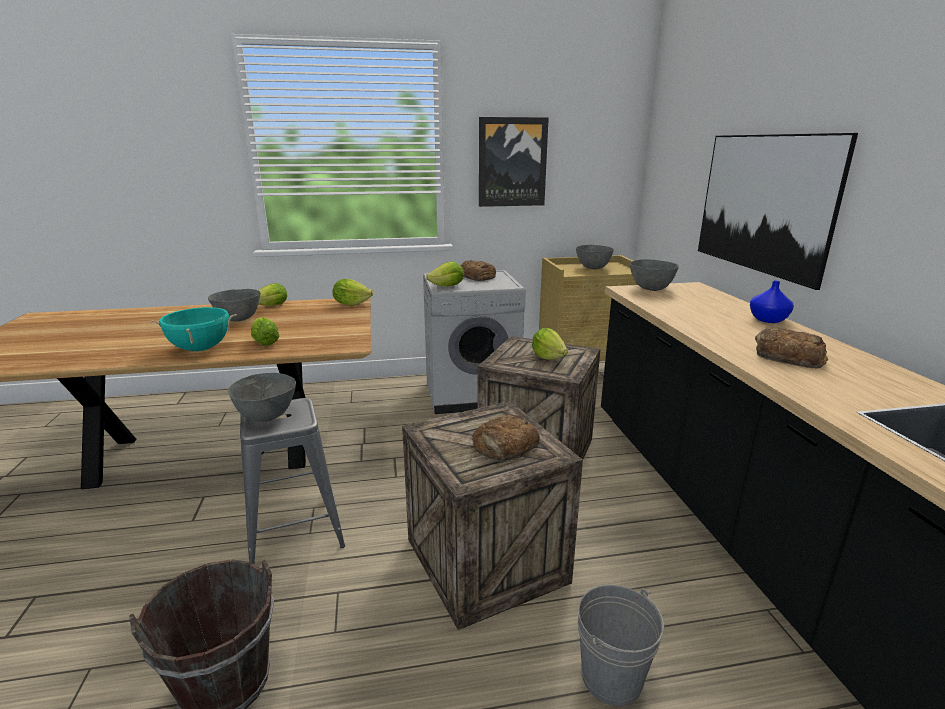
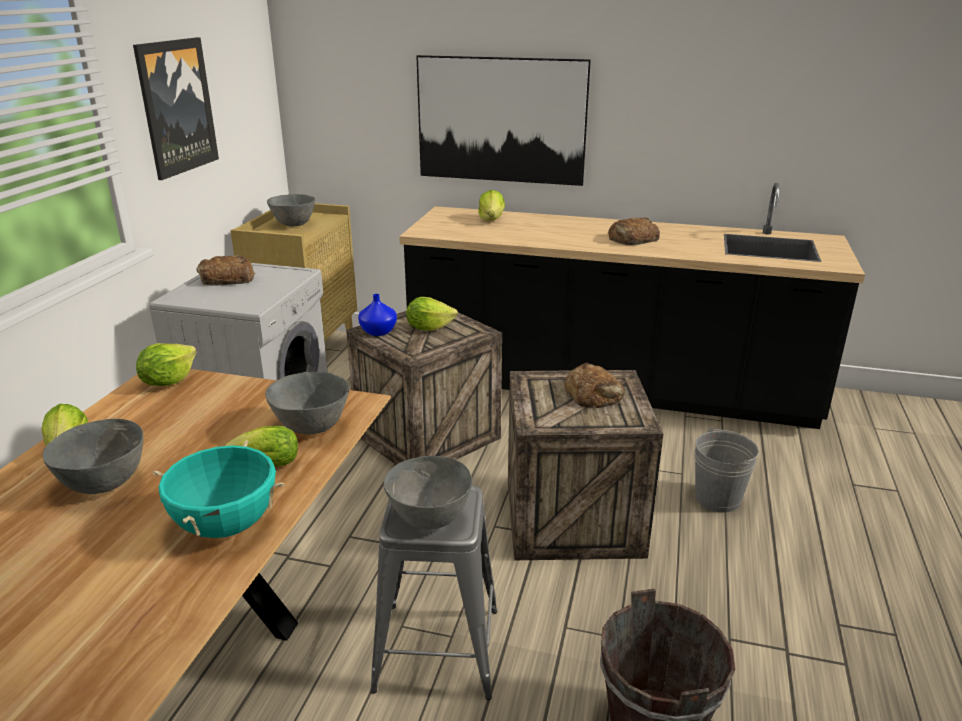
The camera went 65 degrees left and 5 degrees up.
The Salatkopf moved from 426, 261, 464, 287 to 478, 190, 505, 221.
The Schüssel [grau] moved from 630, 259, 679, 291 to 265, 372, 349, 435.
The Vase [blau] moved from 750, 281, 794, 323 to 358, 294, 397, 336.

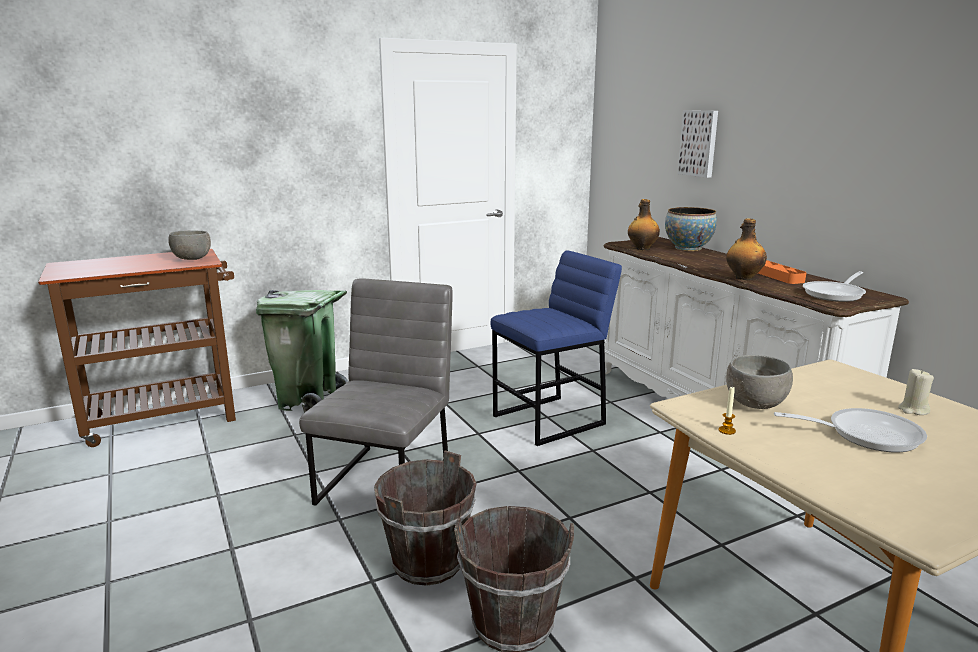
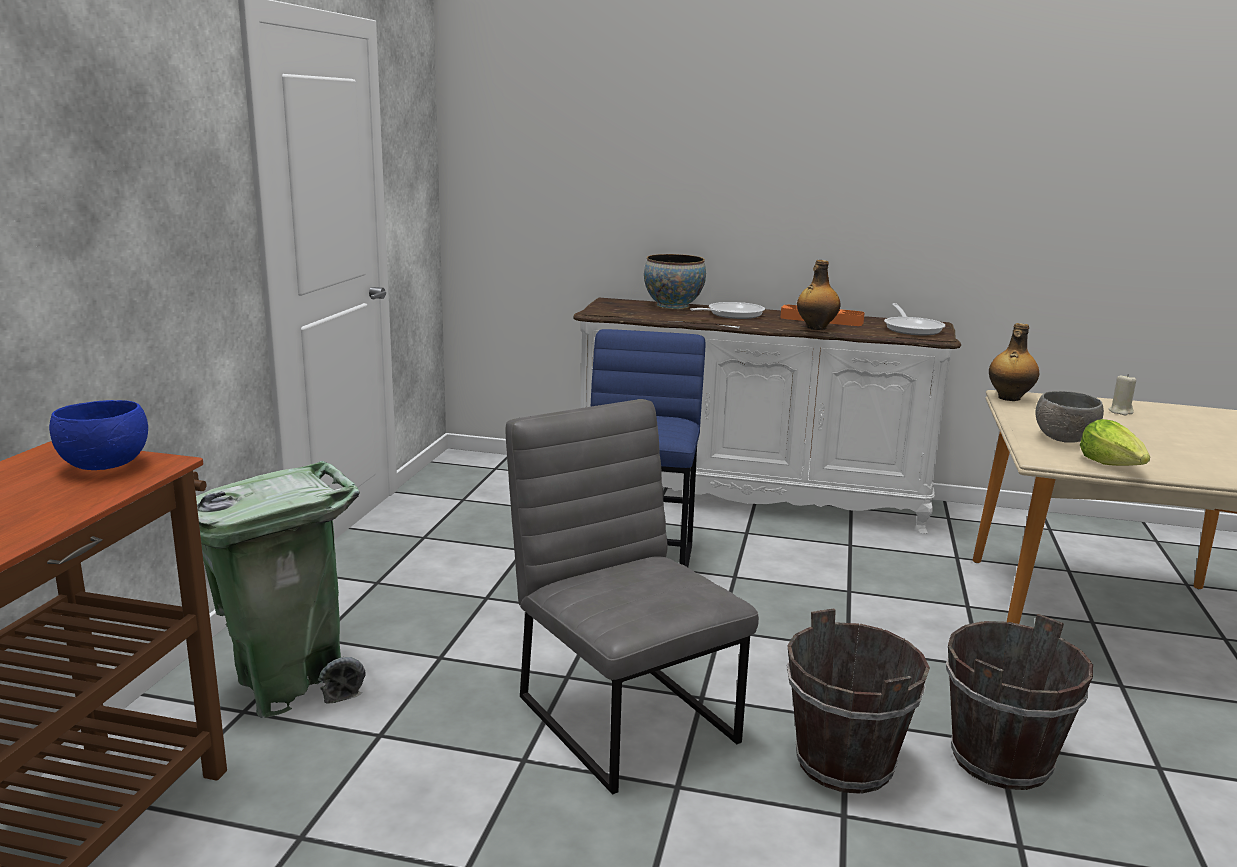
The camera went 50 degrees left and 0 degrees up.
The Bild at 678, 110, 718, 178 disappeared.
The Flasche moved from 628, 199, 660, 250 to 989, 323, 1040, 401.
The Pfanne moved from 774, 408, 927, 452 to 690, 302, 765, 319.
The Kerze at 719, 386, 736, 435 was replaced by the Salatkopf at 1080, 419, 1150, 466.
The Schüssel [grau] at 168, 230, 211, 260 became the Schüssel [blau] at 49, 400, 148, 470.

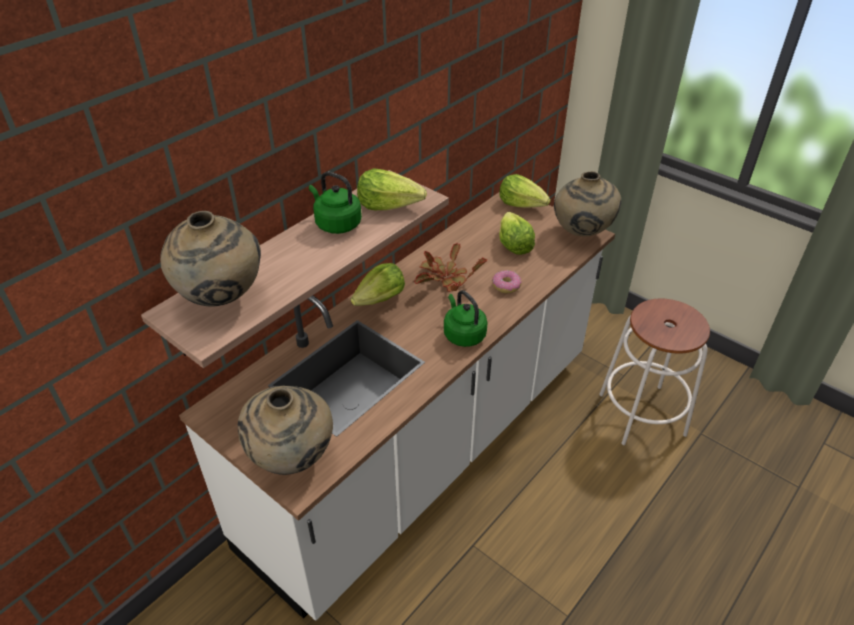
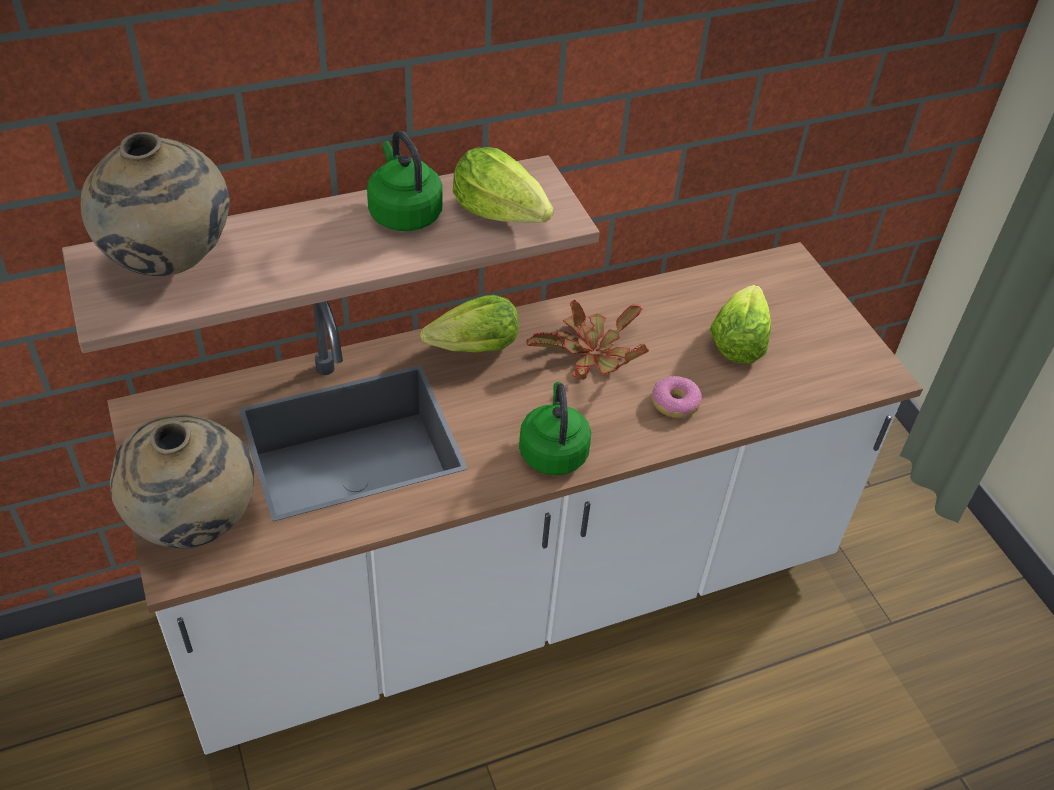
The camera went 25 degrees right and 5 degrees up.
The Salatkopf at 499, 174, 551, 208 disappeared.
The Vase [beige] at 554, 171, 621, 237 disappeared.
The Hocker [weiß] at 599, 299, 710, 445 disappeared.

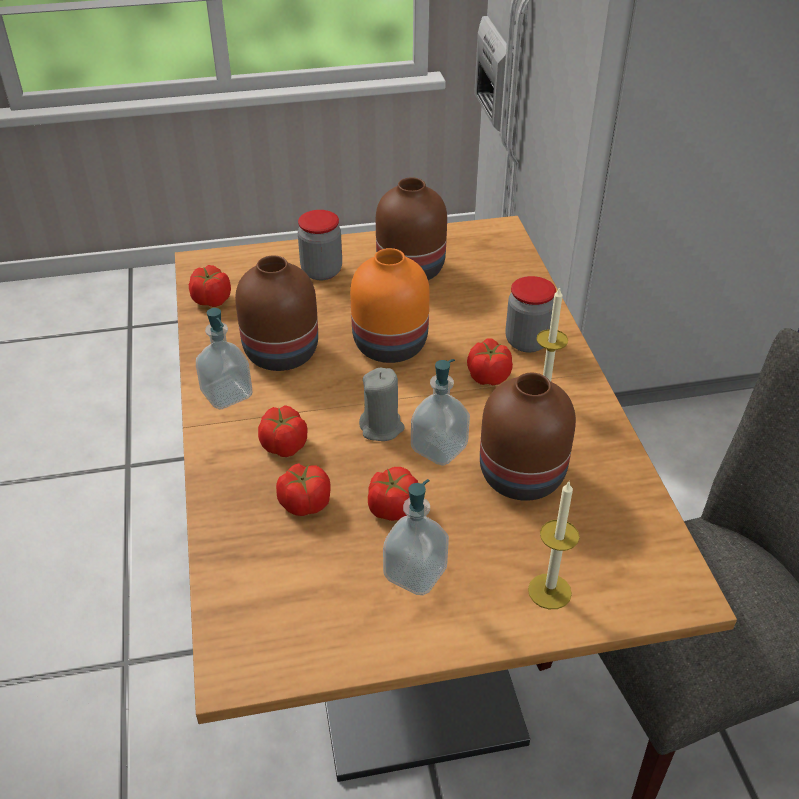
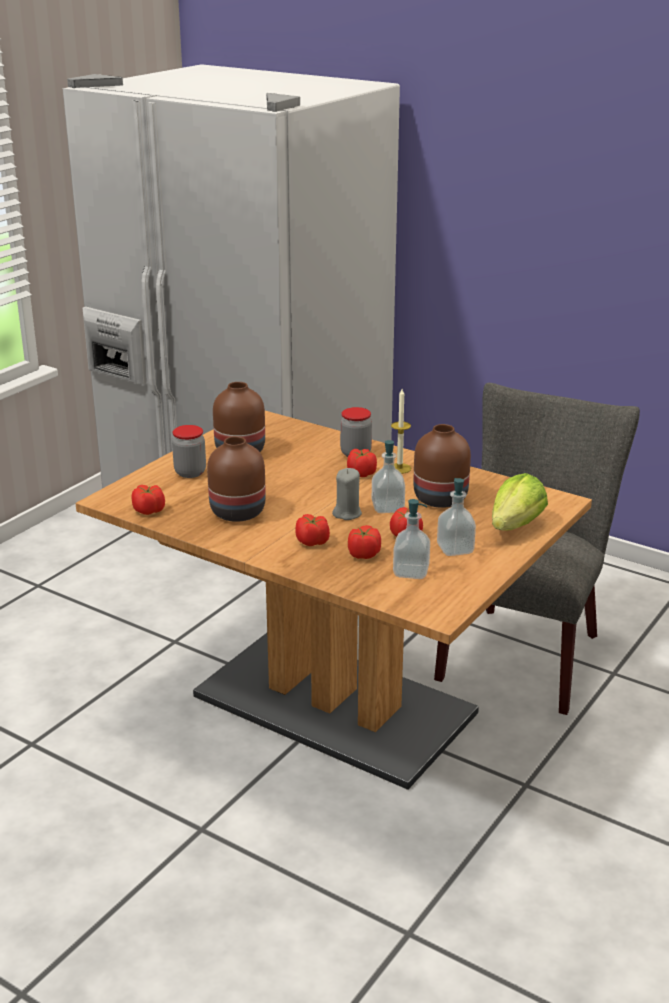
The camera went 45 degrees left and 15 degrees down.
The Vase [orange] at 350, 248, 430, 363 disappeared.
The Seifenspender moved from 196, 308, 252, 410 to 393, 499, 430, 579.
The Kerze at 528, 482, 579, 609 was replaced by the Salatkopf at 492, 473, 548, 531.

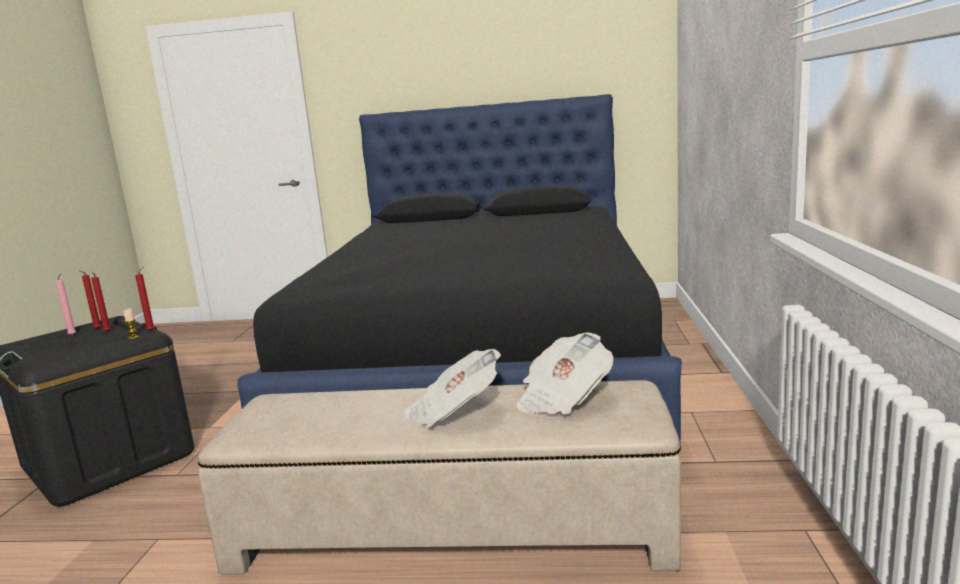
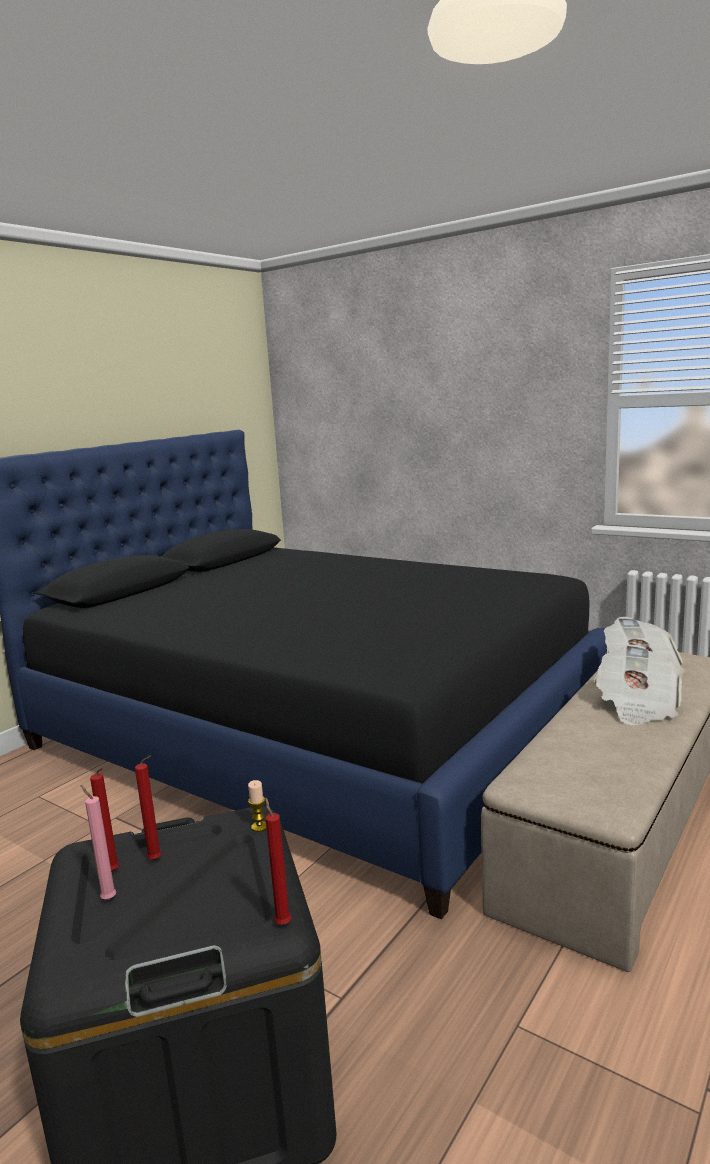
The camera went 60 degrees left and 0 degrees up.
The Kerze [rot] moved from 135, 267, 155, 331 to 265, 797, 291, 925.

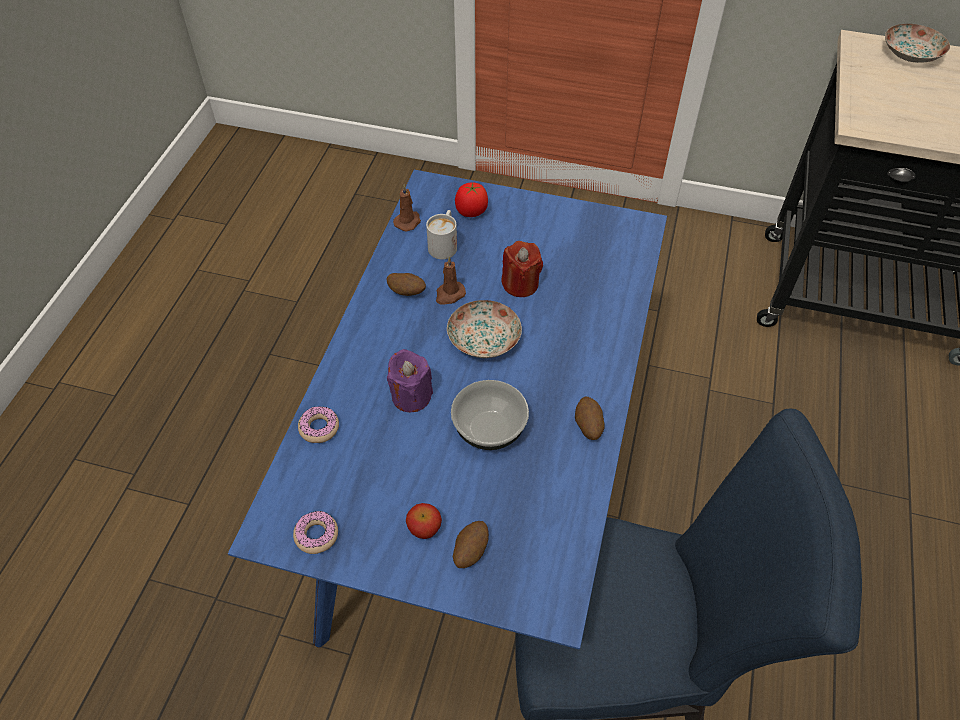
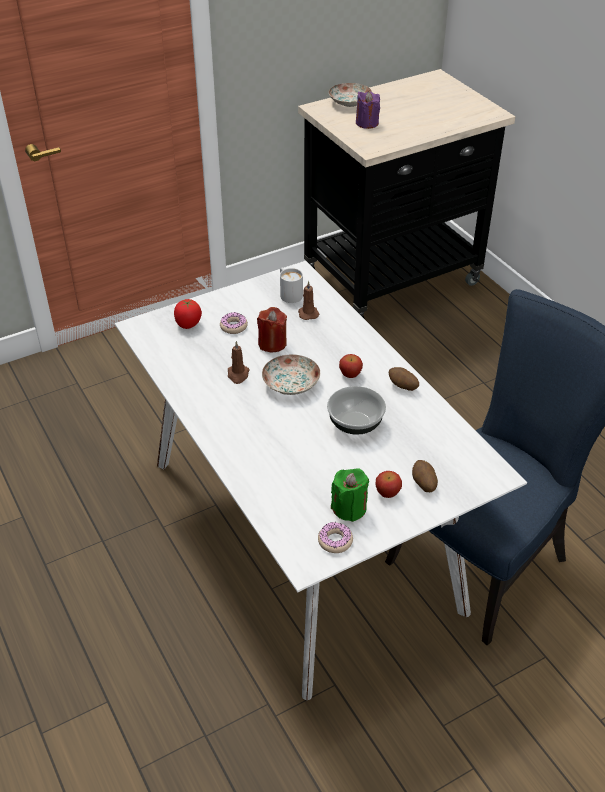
The camera went 45 degrees left and 10 degrees down.
The Kartoffel at 386, 273, 426, 296 disappeared.
The Kerze [grün] at 331, 469, 369, 522 appeared.
The Apfel at 339, 354, 363, 378 appeared.
The Donut moved from 298, 407, 339, 443 to 220, 312, 248, 334.
The Kerze [lila] moved from 387, 349, 433, 412 to 356, 91, 380, 129.
The Kerze [braun] moved from 393, 184, 421, 231 to 298, 281, 319, 320.
The Henkelbecher [weiß] moved from 426, 210, 457, 259 to 280, 268, 303, 303.
The Esstisch [blau] at 228, 170, 667, 650 became the Esstisch [weiß] at 115, 261, 527, 700.

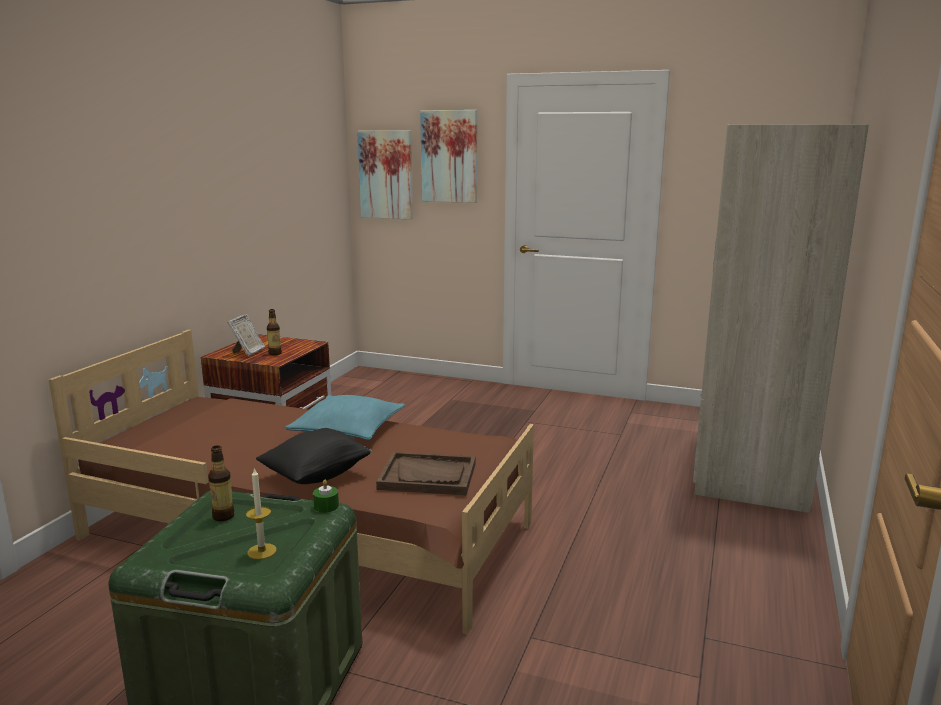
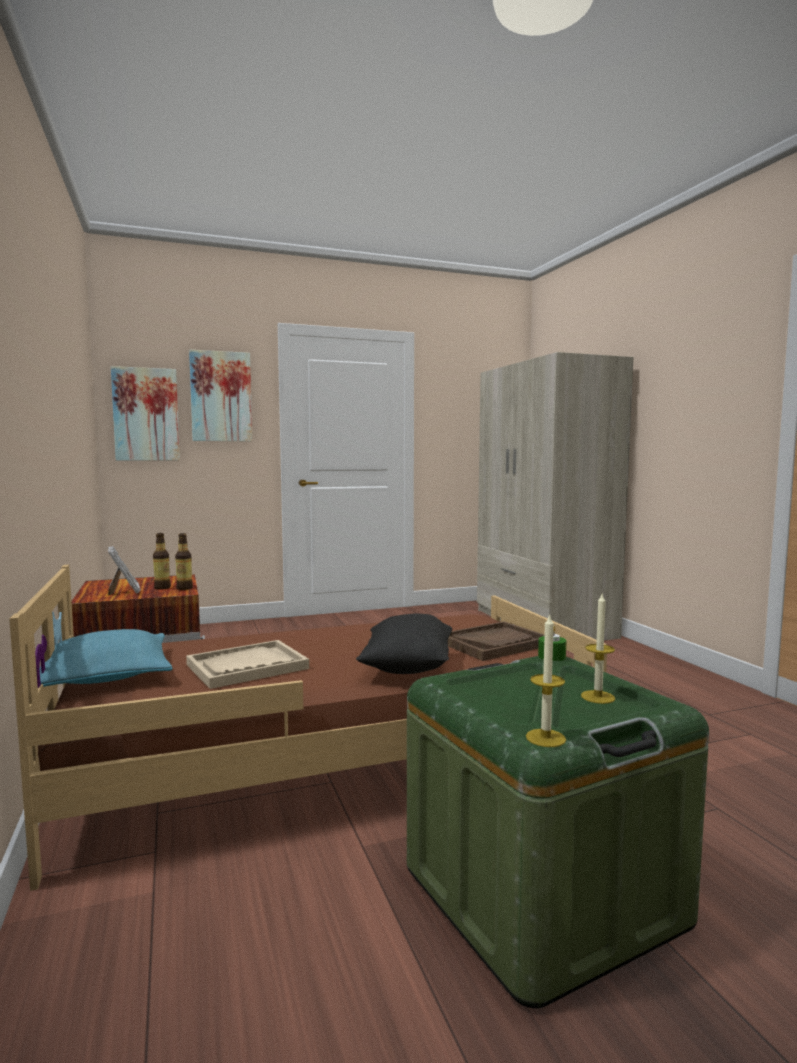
The camera went 40 degrees left and 10 degrees down.
The Tablett [beige] at 186, 640, 309, 689 appeared.
The Kerze at 526, 613, 566, 747 appeared.
The Flasche moved from 208, 445, 235, 521 to 175, 533, 193, 590.
The Kissen [türkis] moved from 285, 395, 405, 440 to 40, 629, 173, 687.

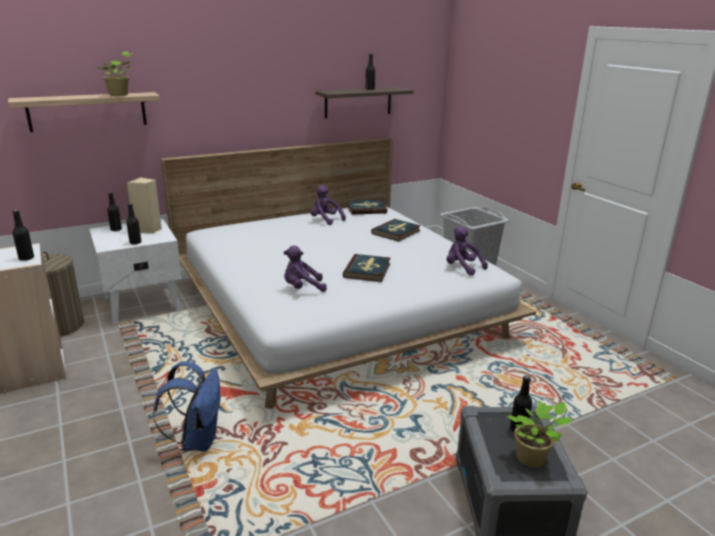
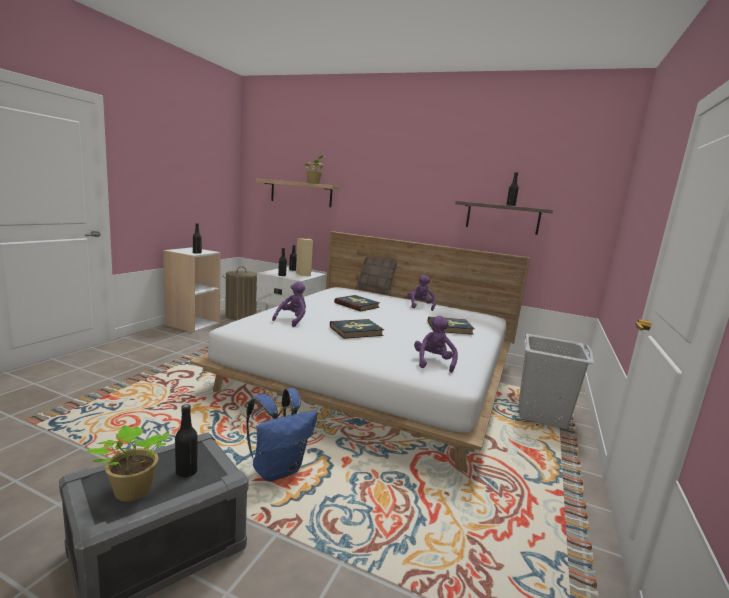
The camera went 50 degrees right and 10 degrees down.
The Kissen at 355, 256, 397, 296 appeared.
The Rucksack [blau] moved from 153, 361, 221, 452 to 246, 388, 317, 481.
The Buch moved from 348, 200, 387, 215 to 334, 295, 380, 312.
The Plüschtier [lila] at 283, 246, 327, 292 turned 75 degrees clockwise.

